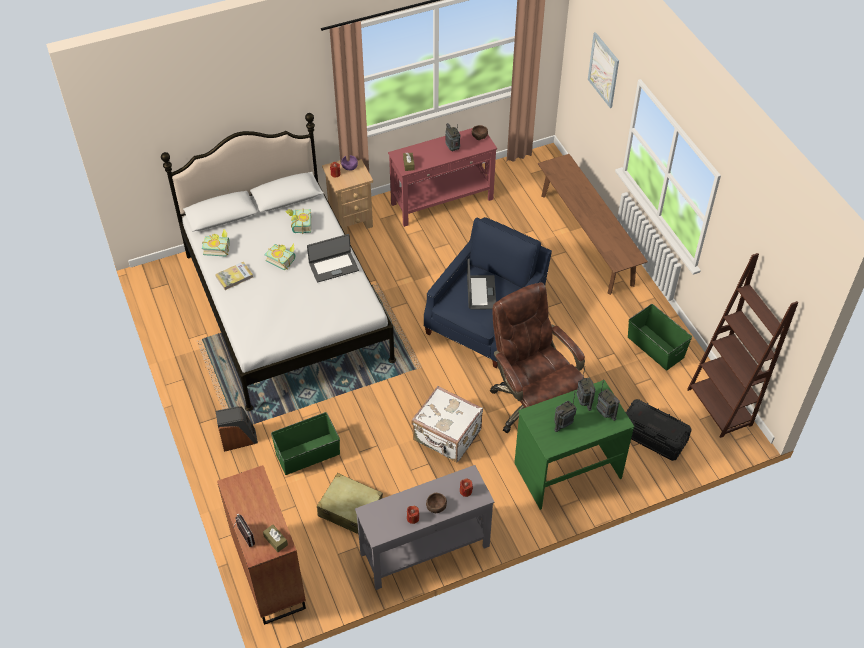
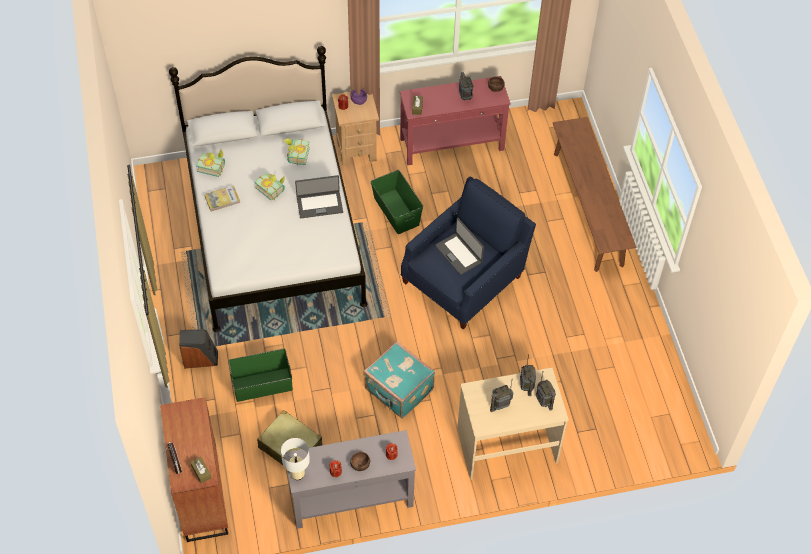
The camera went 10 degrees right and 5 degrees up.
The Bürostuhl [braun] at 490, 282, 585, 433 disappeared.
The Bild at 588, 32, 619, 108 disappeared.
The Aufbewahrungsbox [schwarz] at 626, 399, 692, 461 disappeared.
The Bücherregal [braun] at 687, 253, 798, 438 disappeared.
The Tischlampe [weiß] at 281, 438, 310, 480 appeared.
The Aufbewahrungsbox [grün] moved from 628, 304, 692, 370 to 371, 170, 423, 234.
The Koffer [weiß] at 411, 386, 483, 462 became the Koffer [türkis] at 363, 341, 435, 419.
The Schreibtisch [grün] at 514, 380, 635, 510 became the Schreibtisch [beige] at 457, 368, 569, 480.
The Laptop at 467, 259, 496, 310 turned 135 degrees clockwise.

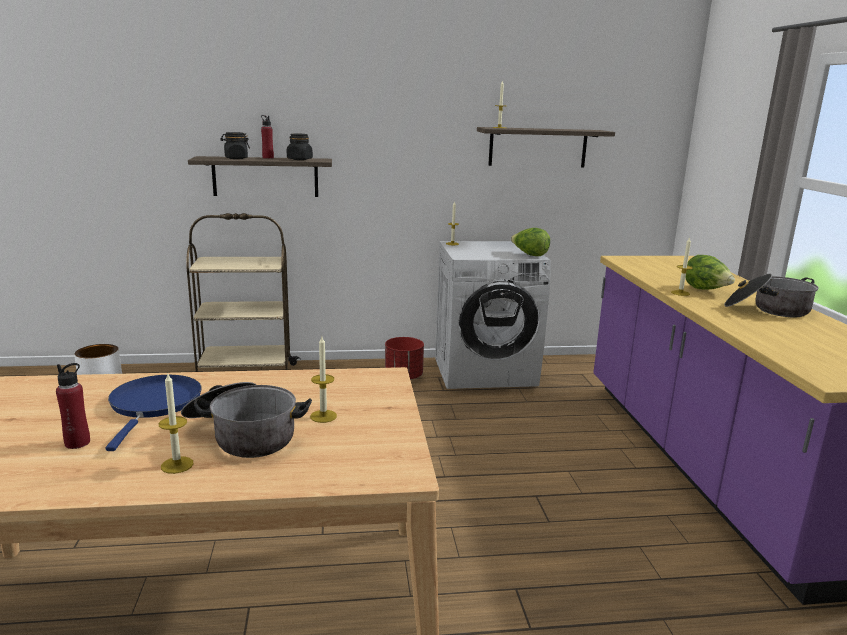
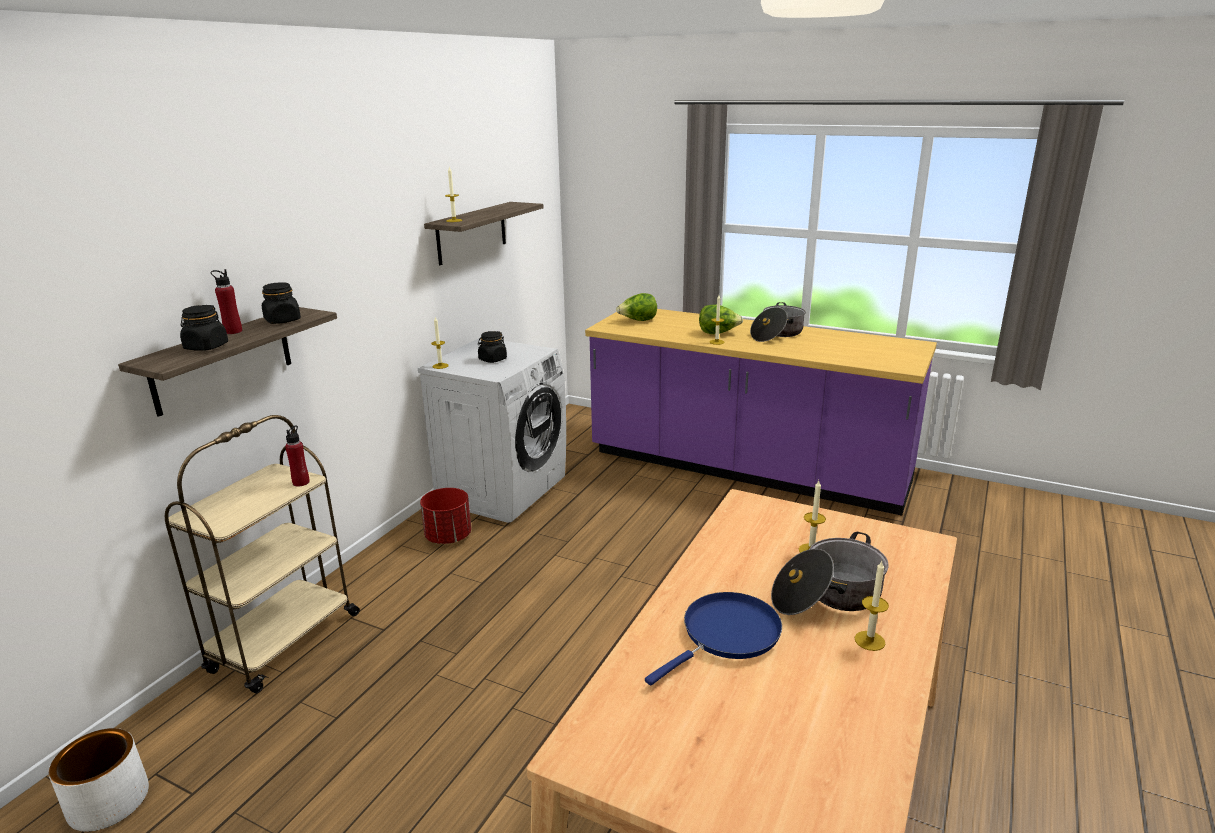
The camera went 55 degrees left and 5 degrees up.
The Vorratsglas [schwarz] at 478, 331, 507, 363 appeared.
The Flasche [rot] moved from 56, 363, 90, 449 to 285, 425, 310, 487.
The Salatkopf moved from 511, 228, 550, 256 to 616, 293, 657, 321.
The Pfanne [blau] at 105, 375, 202, 451 turned 105 degrees clockwise.

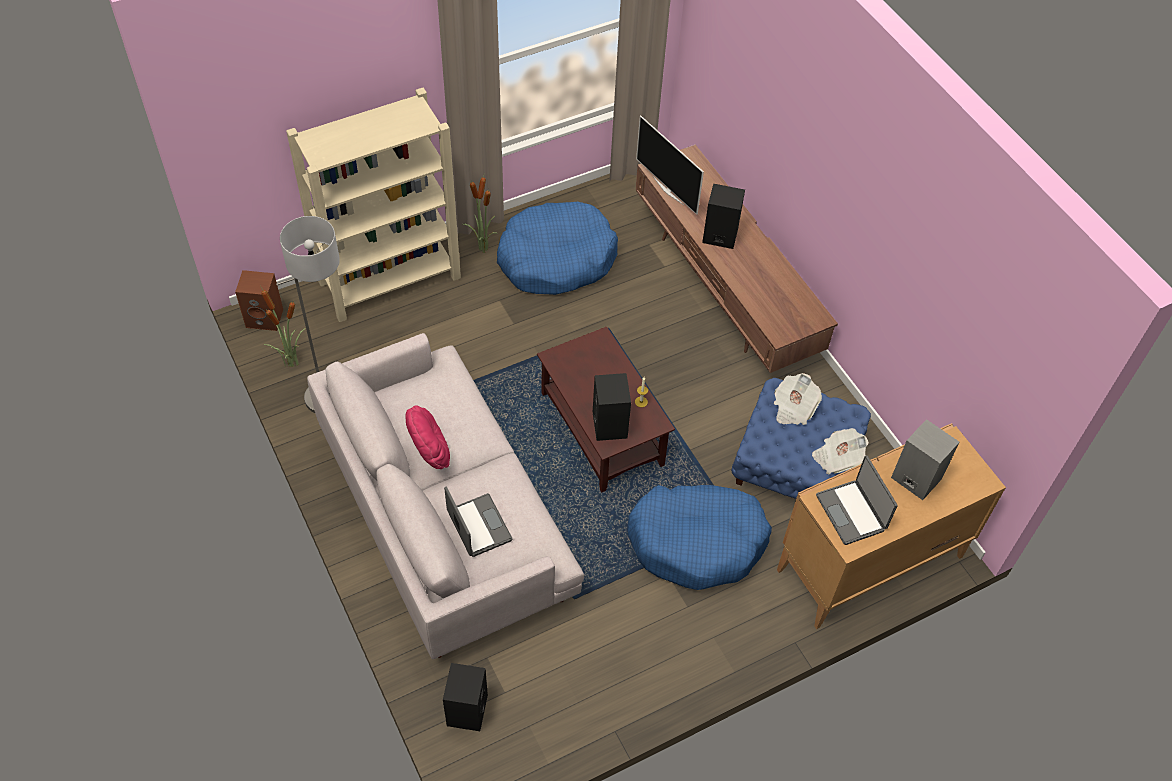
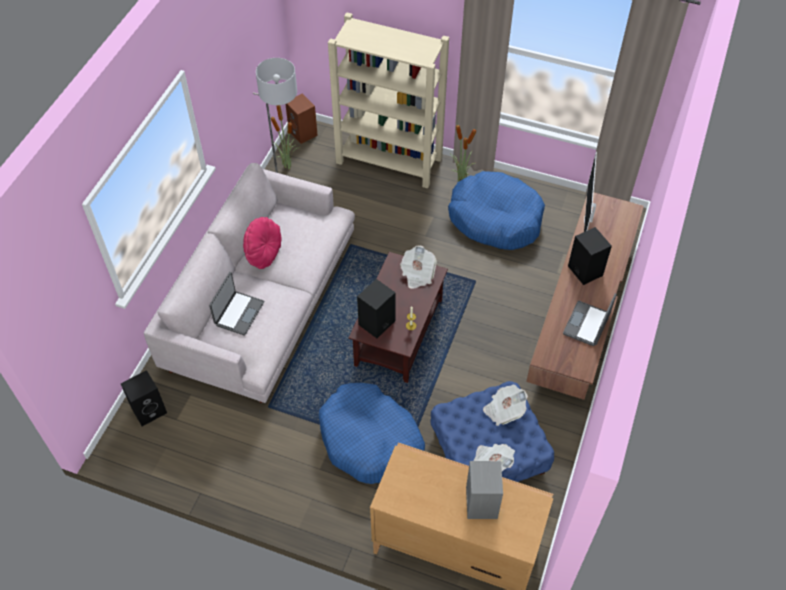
The camera went 50 degrees right and 0 degrees up.
The Zeitung at 400, 246, 437, 289 appeared.
The Laptop moved from 816, 455, 898, 545 to 563, 293, 617, 346.

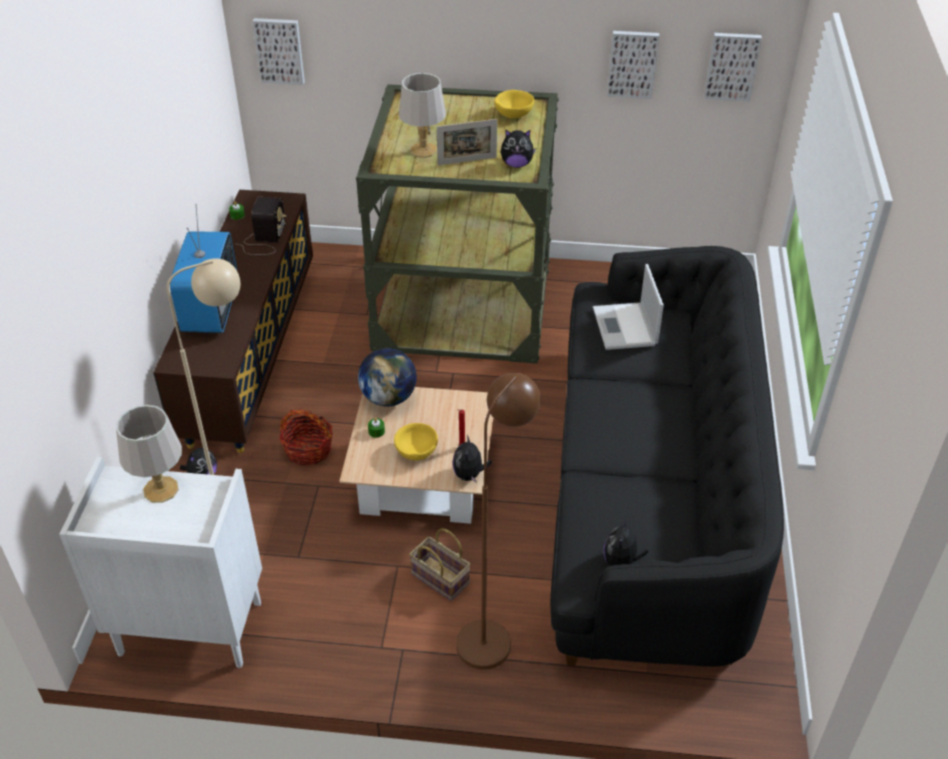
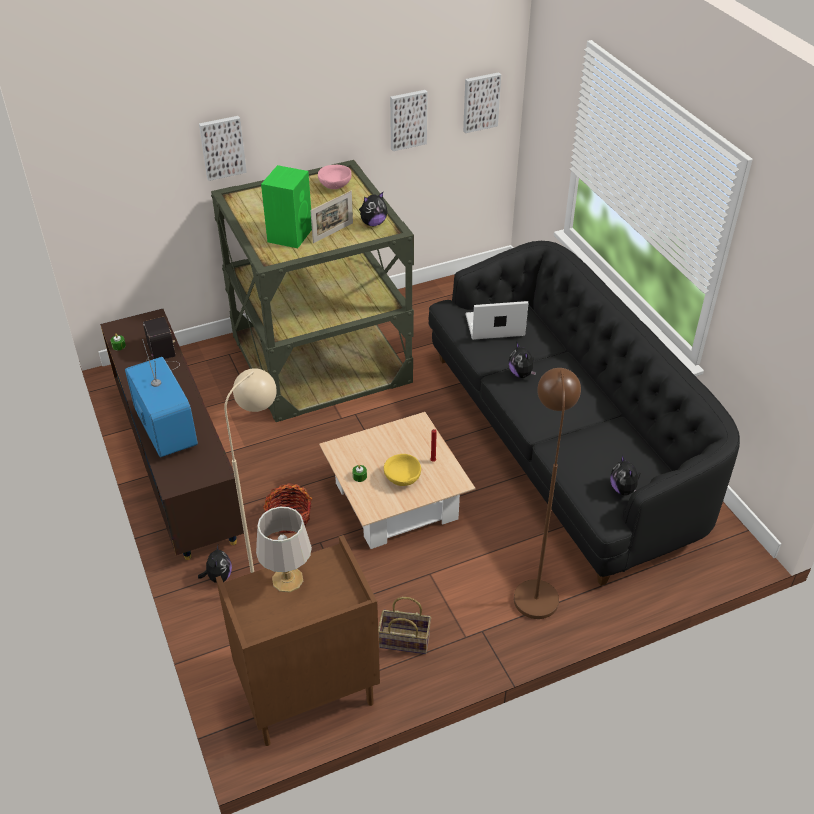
The camera went 30 degrees left and 0 degrees up.
The Globus at 358, 348, 417, 406 disappeared.
The Bild moved from 252, 18, 305, 85 to 199, 116, 247, 181.
The Korb moved from 409, 528, 470, 601 to 378, 597, 431, 654.
The Plüschtier moved from 452, 435, 492, 483 to 509, 341, 537, 378.
The Tischlampe [grau] at 399, 73, 446, 158 was replaced by the Lautsprecher [grün] at 261, 165, 312, 248.
The Schrank [weiß] at 59, 457, 262, 668 became the Schrank [braun] at 216, 535, 380, 746.
The Schüssel [gelb] at 495, 90, 534, 118 became the Schüssel [rosa] at 318, 165, 352, 189.
The Laptop at 593, 264, 664, 350 turned 120 degrees clockwise.

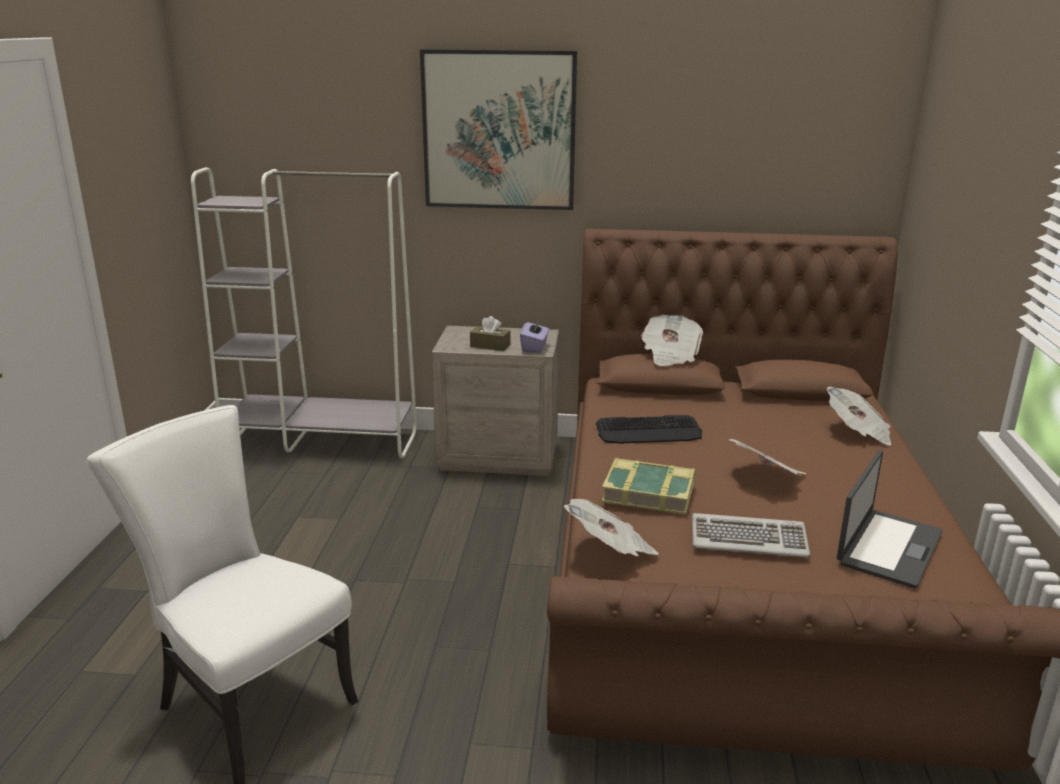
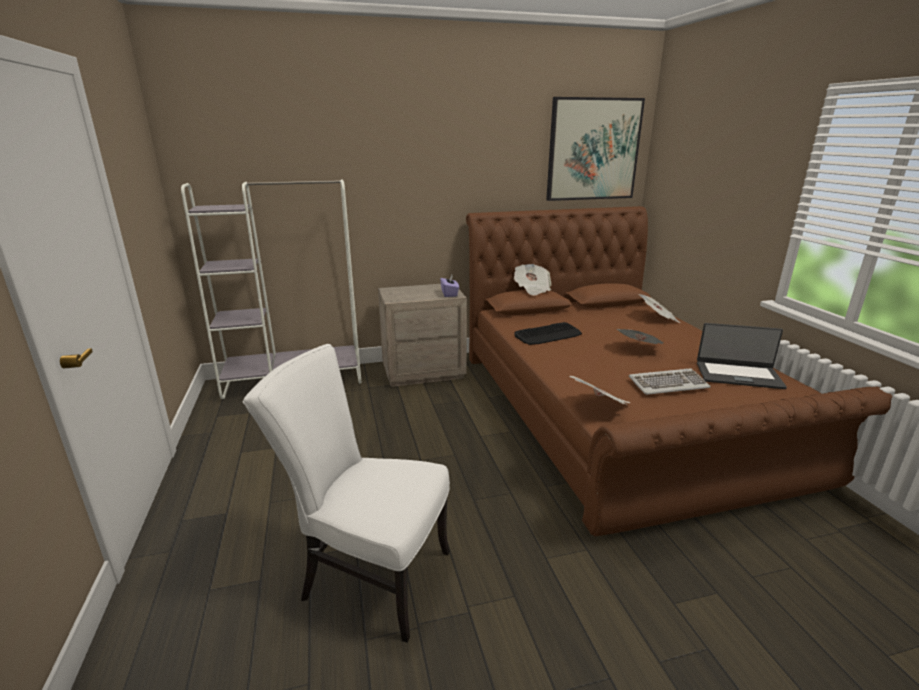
The camera went 20 degrees left and 0 degrees up.
The Taschentuchbox [braun] at 470, 316, 510, 351 disappeared.
The Buch at 601, 458, 695, 515 disappeared.
The Bild moved from 420, 49, 577, 210 to 546, 97, 645, 201.
The Laptop at 837, 450, 943, 589 turned 90 degrees clockwise.

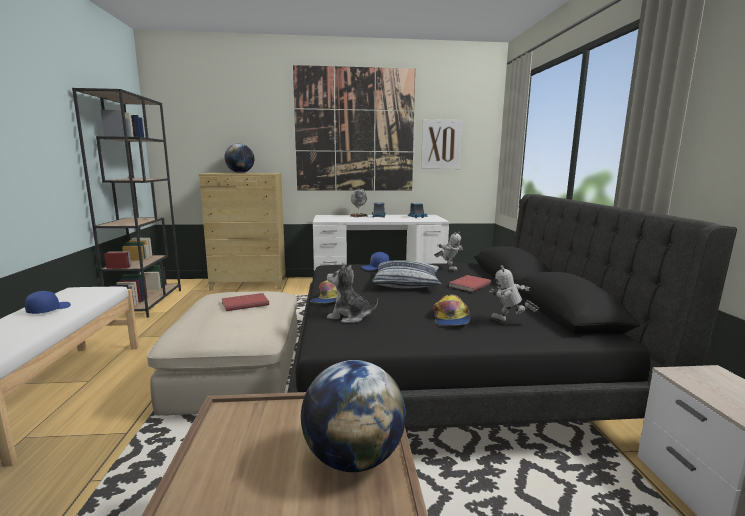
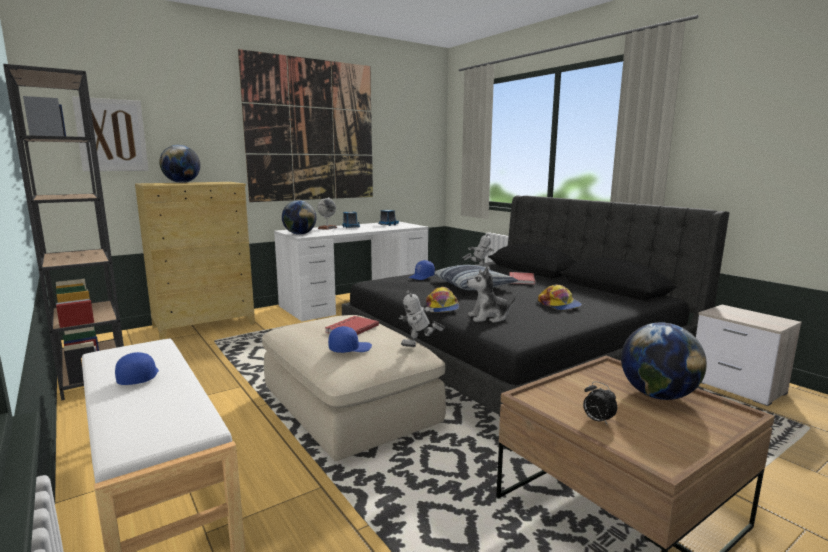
The camera went 30 degrees left and 0 degrees up.
The Globus at 282, 200, 317, 235 appeared.
The Kappe [blau] at 328, 326, 372, 353 appeared.
The Wecker at 583, 381, 617, 426 appeared.
The Bild moved from 421, 119, 462, 169 to 72, 96, 149, 171.
The Spielzeugroboter moved from 489, 265, 540, 323 to 399, 291, 445, 347.

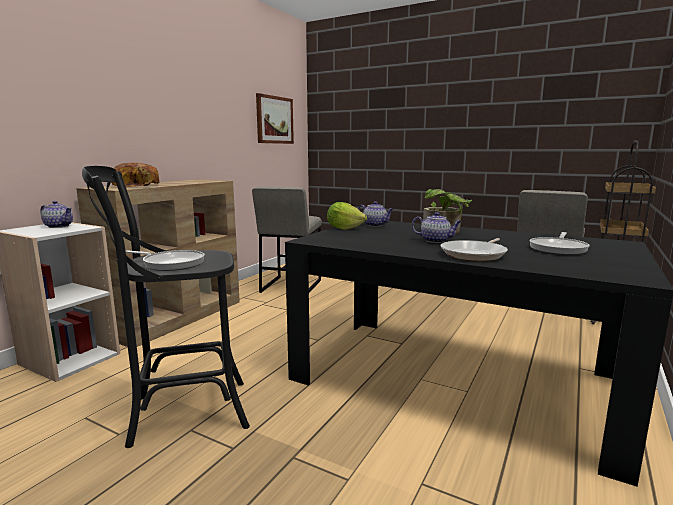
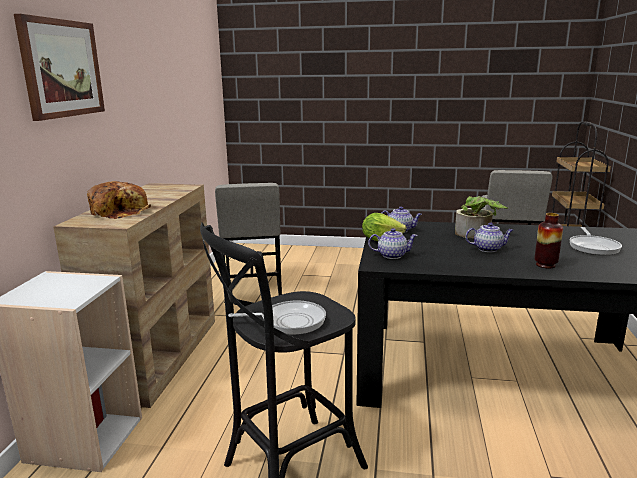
The camera went 20 degrees left and 5 degrees up.
The Teekanne moved from 40, 201, 73, 228 to 368, 228, 418, 259.
The Bild moved from 256, 93, 294, 144 to 14, 14, 105, 121.
The Pfanne at 440, 238, 508, 261 was replaced by the Vase at 534, 213, 563, 269.

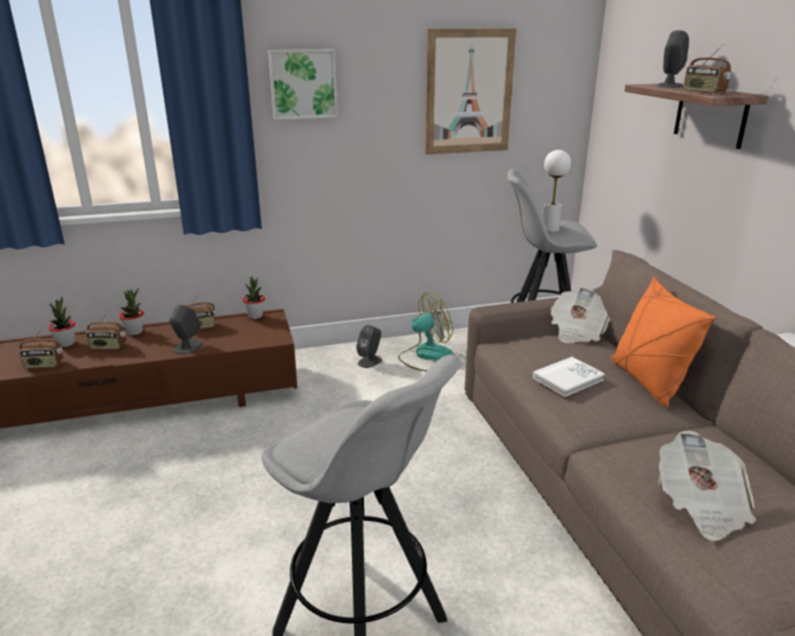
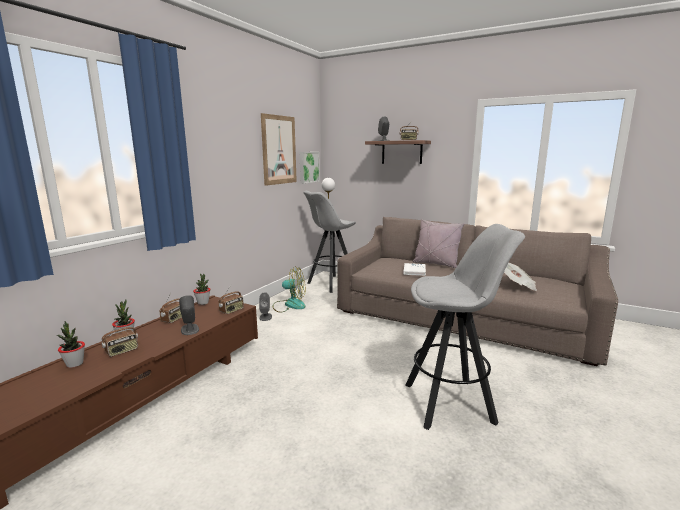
The camera went 45 degrees left and 10 degrees down.
The Zeitung at 550, 287, 610, 343 disappeared.
The Radio moved from 19, 326, 63, 368 to 219, 285, 244, 314.
The Bild moved from 268, 49, 338, 120 to 300, 152, 320, 184.
The Kissen [orange] at 611, 277, 716, 408 became the Kissen [lila] at 413, 219, 464, 268.
The Ventilator at 398, 293, 454, 372 turned 75 degrees clockwise.

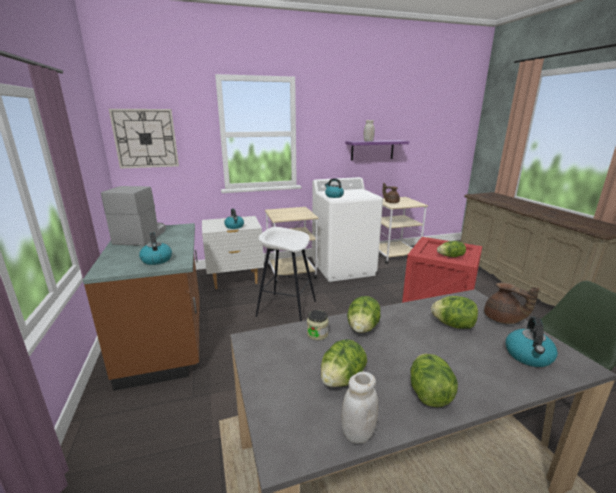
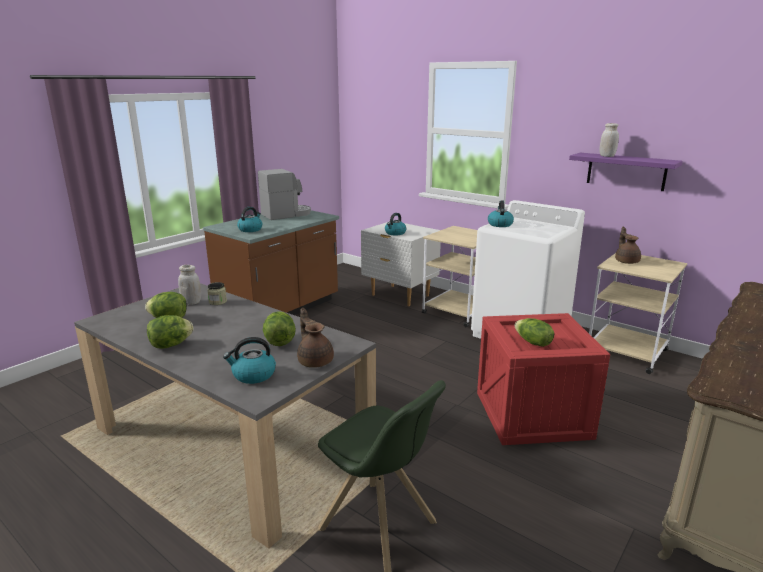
The camera went 55 degrees right and 0 degrees up.
The Wanduhr at 109, 109, 179, 169 disappeared.
The Hocker [weiß] at 256, 227, 316, 321 disappeared.
The Salatkopf at 347, 296, 381, 333 disappeared.
The Vorratsglas [weiß] moved from 342, 371, 378, 444 to 178, 265, 201, 305.
The Teekanne [braun] at 484, 282, 539, 324 turned 135 degrees clockwise.

